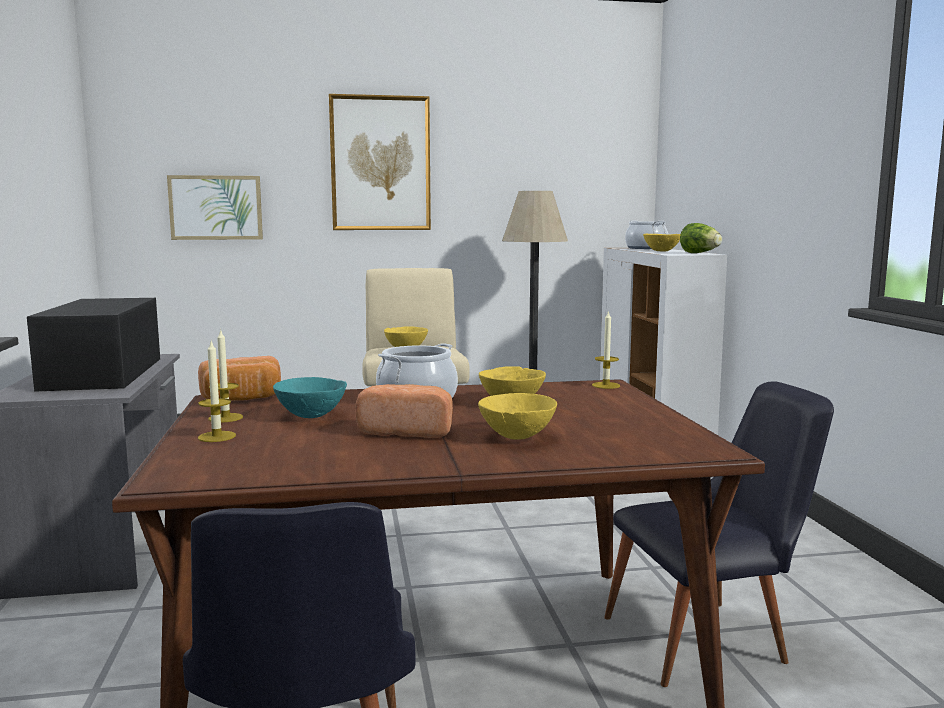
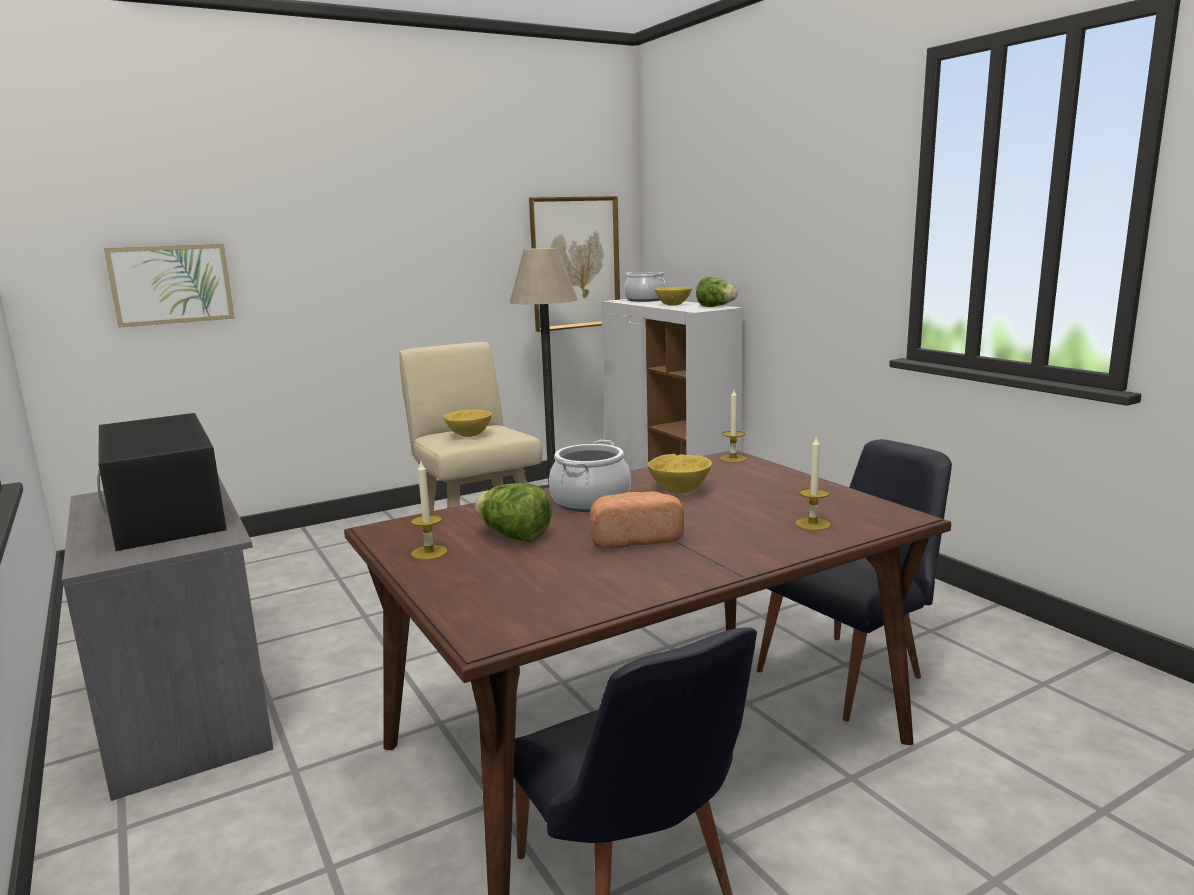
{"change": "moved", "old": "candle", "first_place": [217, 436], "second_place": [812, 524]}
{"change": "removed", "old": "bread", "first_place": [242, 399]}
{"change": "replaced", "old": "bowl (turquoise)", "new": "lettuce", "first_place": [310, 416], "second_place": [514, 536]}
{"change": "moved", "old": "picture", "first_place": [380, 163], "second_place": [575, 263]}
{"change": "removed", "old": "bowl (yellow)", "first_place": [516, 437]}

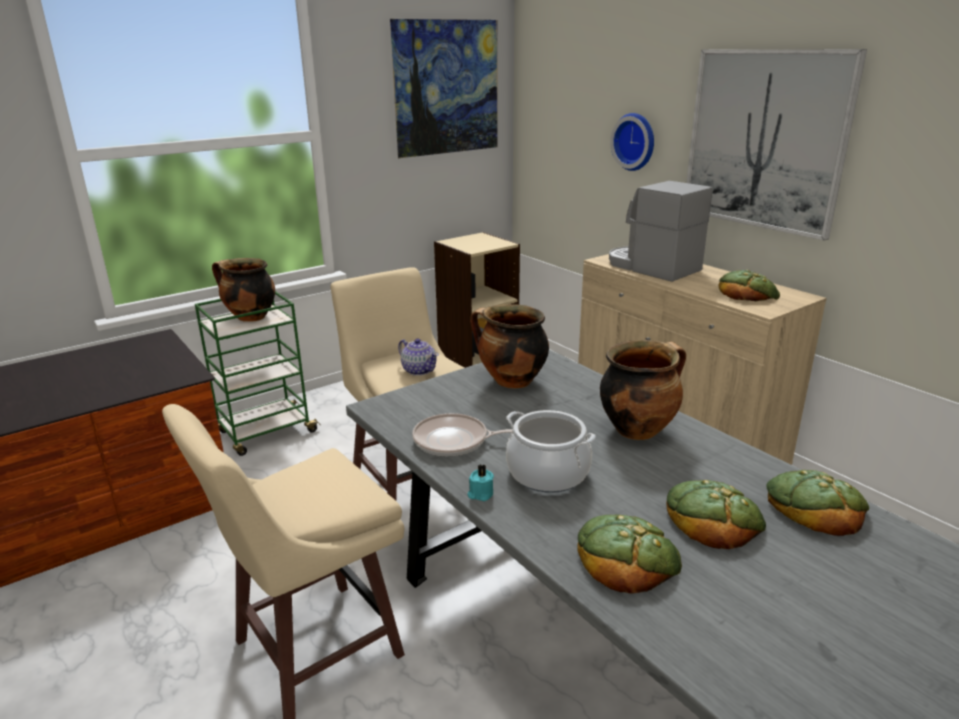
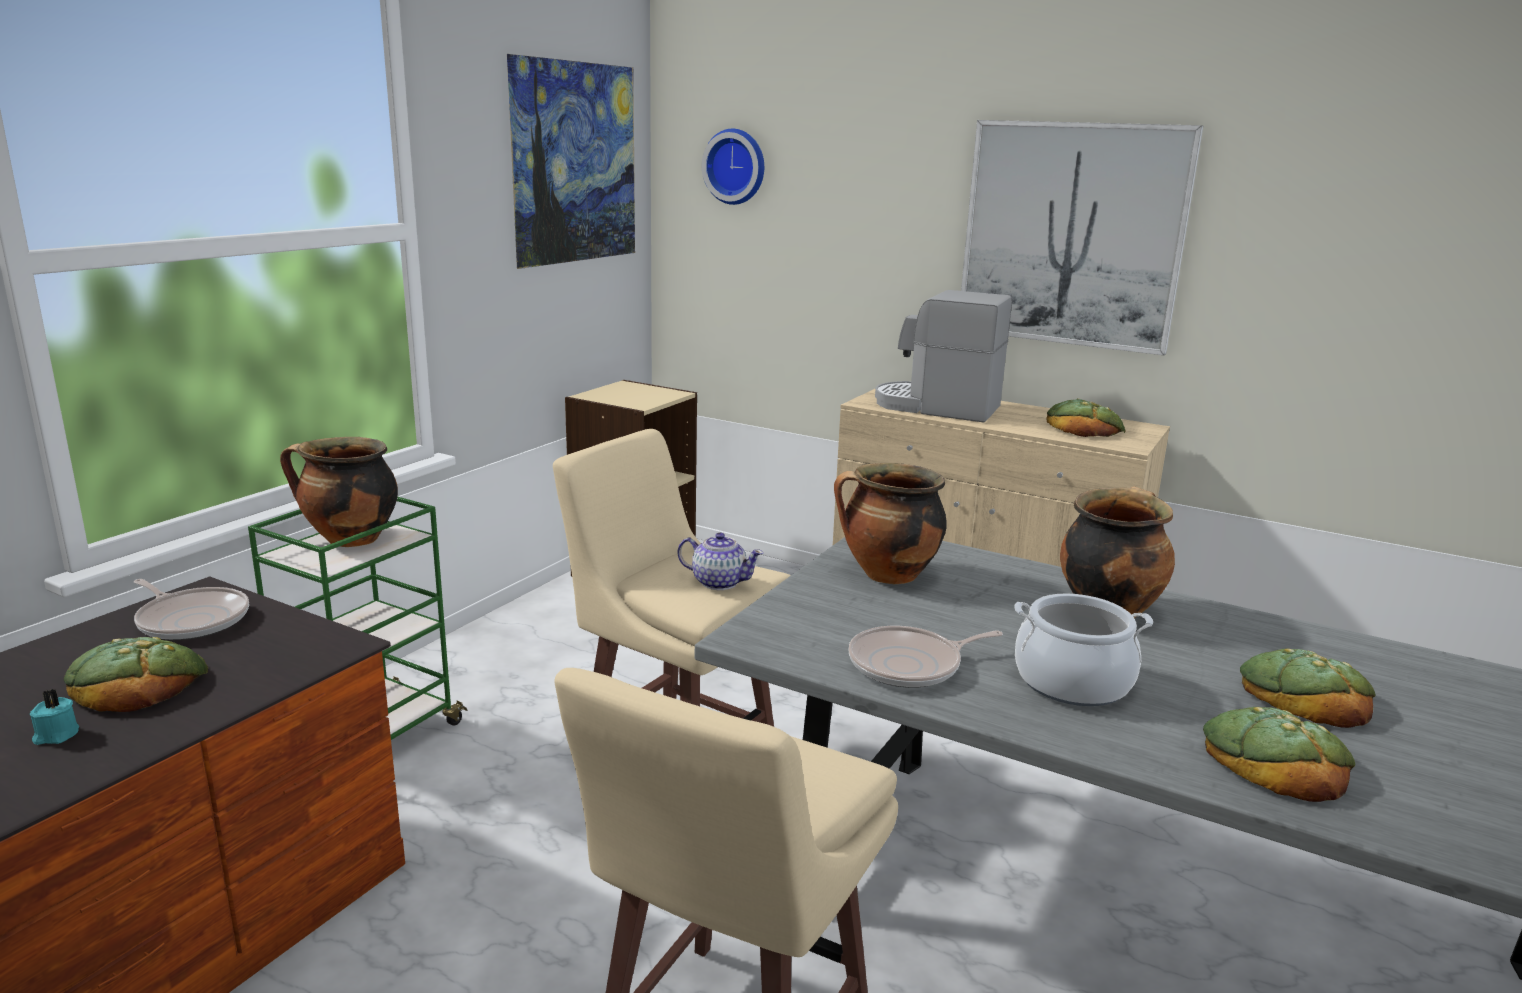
{"change": "moved", "old": "candle (turquoise)", "first_place": [480, 494], "second_place": [56, 735]}
{"change": "moved", "old": "wall clock", "first_place": [635, 141], "second_place": [736, 166]}
{"change": "moved", "old": "bread", "first_place": [815, 506], "second_place": [137, 683]}
{"change": "added", "new": "frying pan", "second_place": [191, 620]}

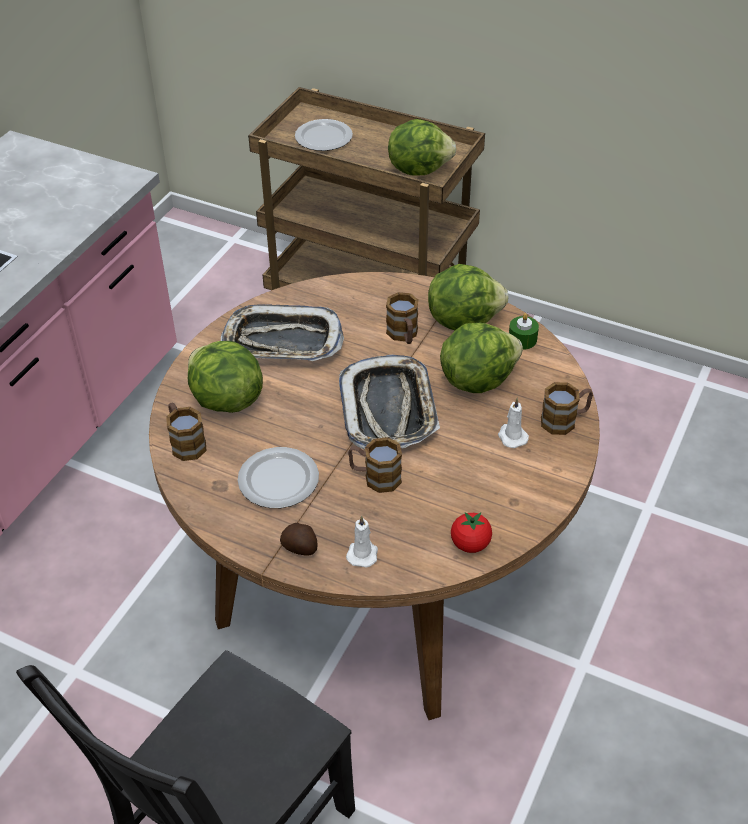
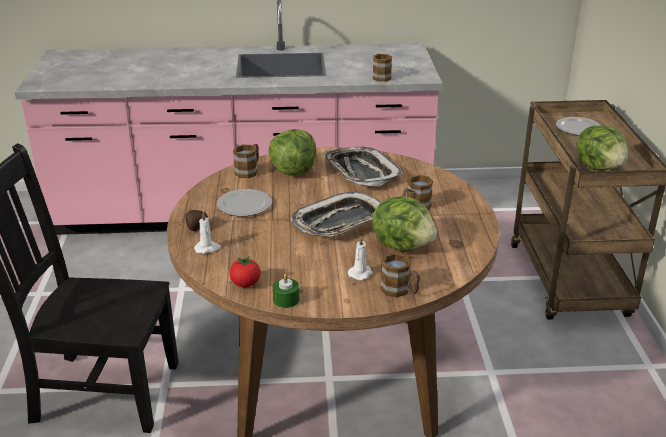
{"change": "moved", "old": "mug", "first_place": [375, 477], "second_place": [380, 76]}
{"change": "removed", "old": "lettuce", "first_place": [463, 319]}
{"change": "moved", "old": "candle (green)", "first_place": [522, 339], "second_place": [286, 300]}

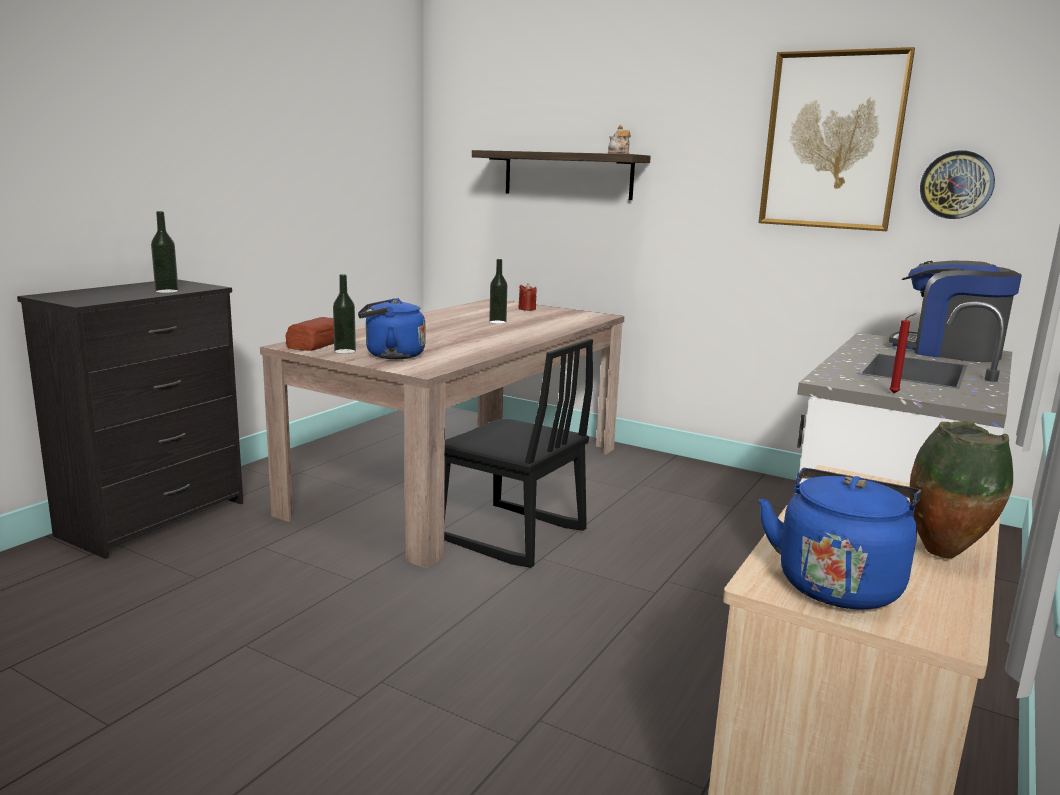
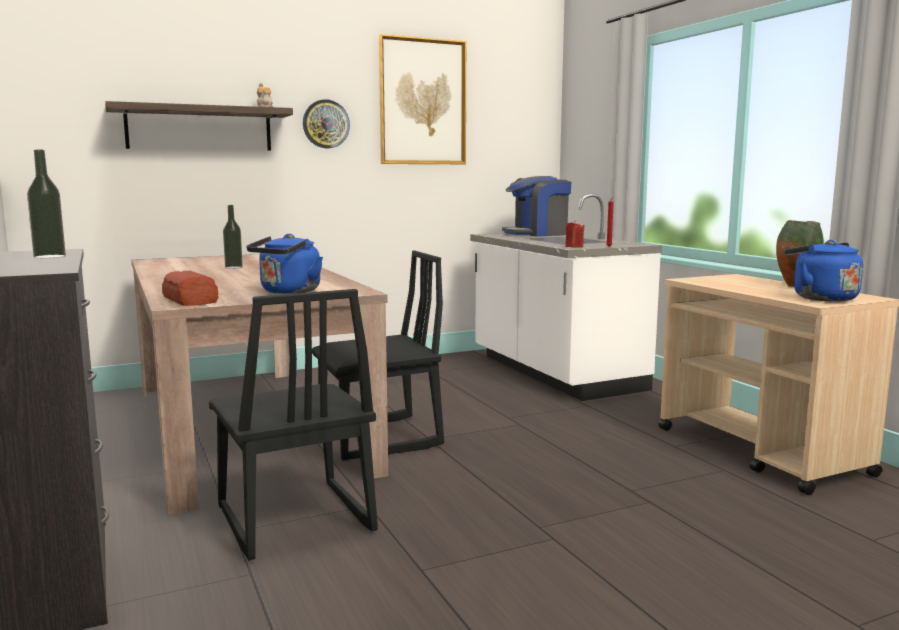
{"change": "removed", "old": "bottle", "first_place": [345, 351]}
{"change": "moved", "old": "candle (red)", "first_place": [527, 309], "second_place": [574, 247]}
{"change": "moved", "old": "wall clock", "first_place": [956, 185], "second_place": [326, 124]}
{"change": "added", "new": "chair (black)", "second_place": [293, 520]}

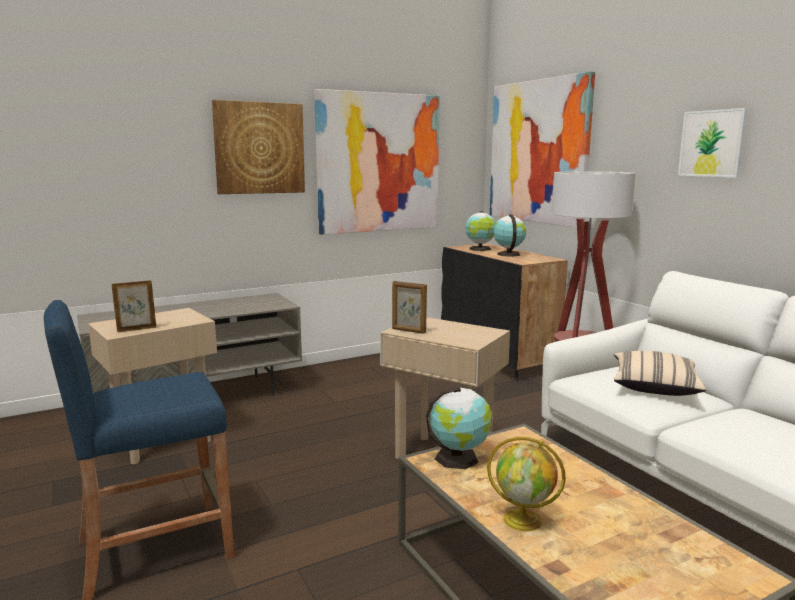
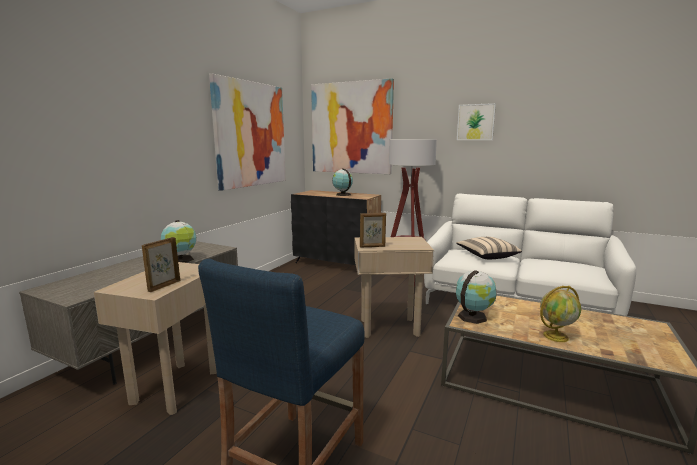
{"change": "removed", "old": "picture", "first_place": [259, 148]}
{"change": "moved", "old": "globe", "first_place": [480, 249], "second_place": [181, 260]}

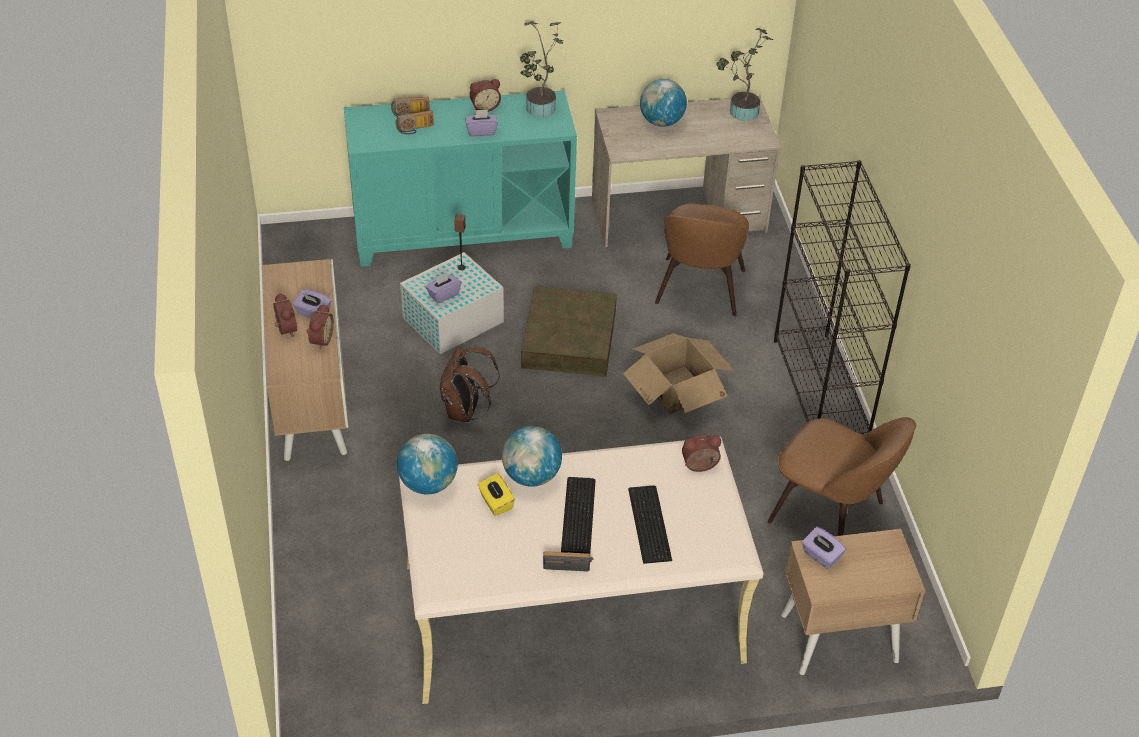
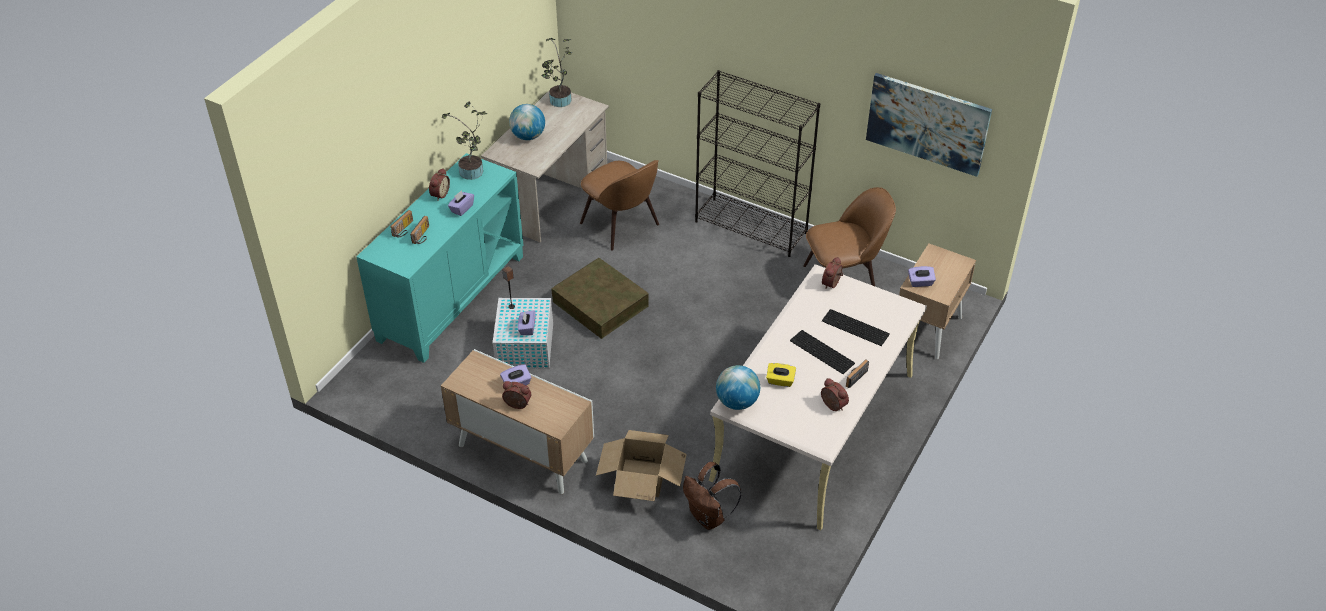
{"change": "moved", "old": "alarm clock", "first_place": [320, 340], "second_place": [832, 406]}
{"change": "moved", "old": "backpack (brown)", "first_place": [465, 411], "second_place": [709, 517]}
{"change": "removed", "old": "globe", "first_place": [531, 476]}
{"change": "moved", "old": "cardboard box", "first_place": [677, 390], "second_place": [642, 478]}
{"change": "added", "new": "picture", "second_place": [927, 123]}

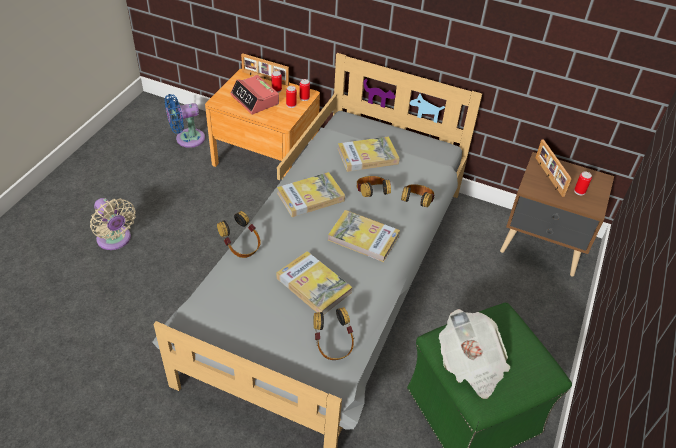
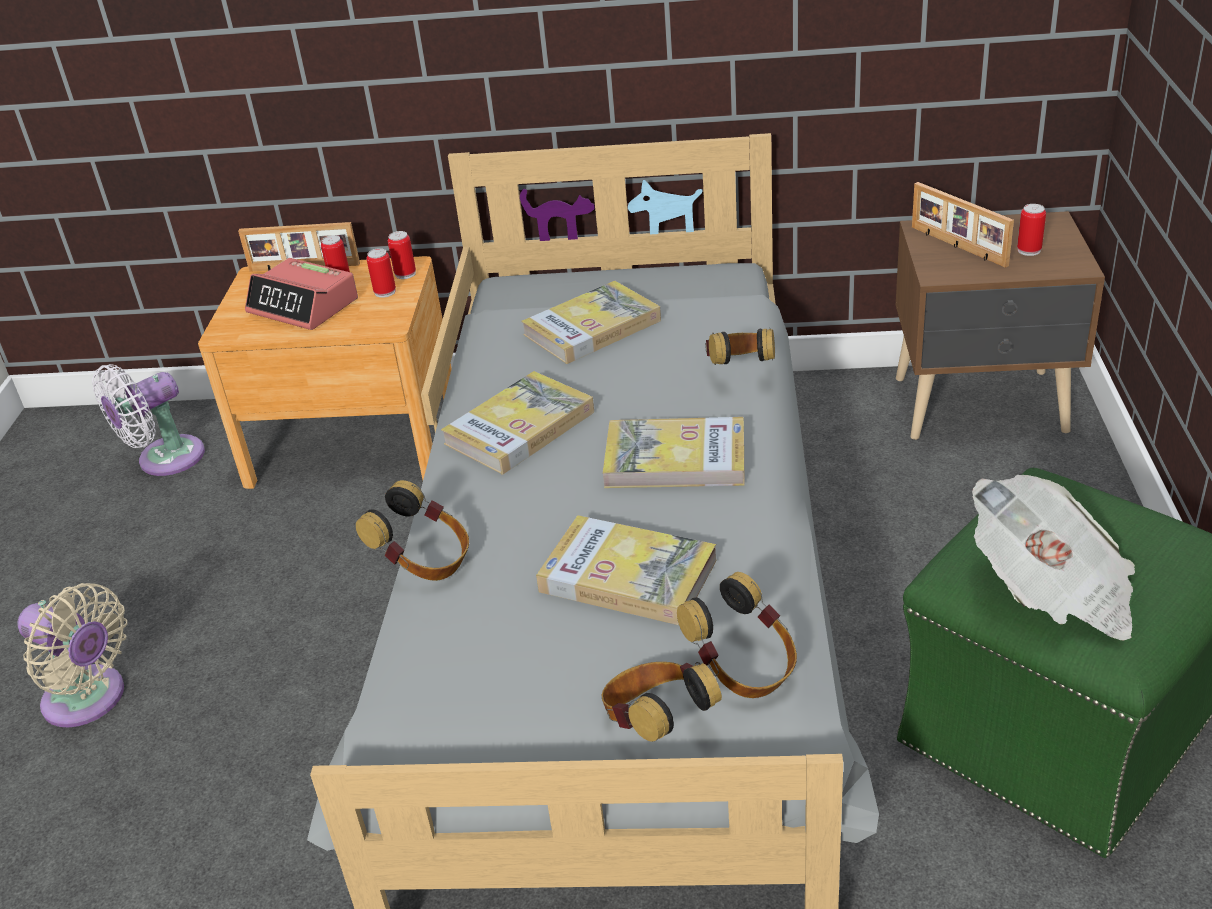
{"change": "recoloured", "old": "fan (blue)", "new": "fan (white)", "first_place": [187, 139], "second_place": [165, 460]}
{"change": "moved", "old": "headphones", "first_place": [371, 195], "second_place": [657, 724]}

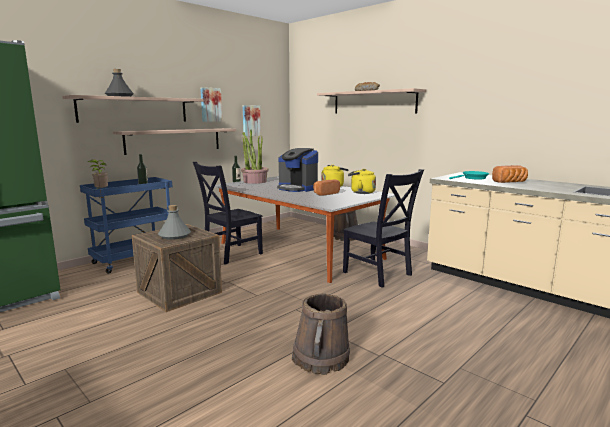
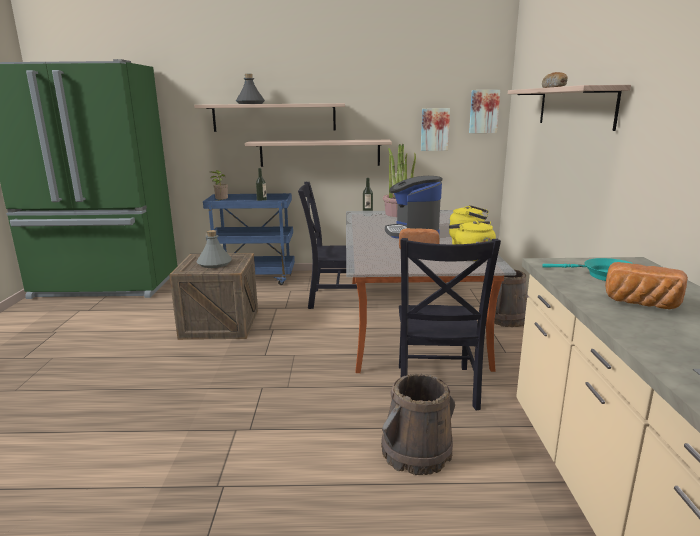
{"change": "moved", "old": "picture", "first_place": [210, 104], "second_place": [483, 111]}
{"change": "moved", "old": "bucket (brown)", "first_place": [321, 358], "second_place": [416, 452]}

